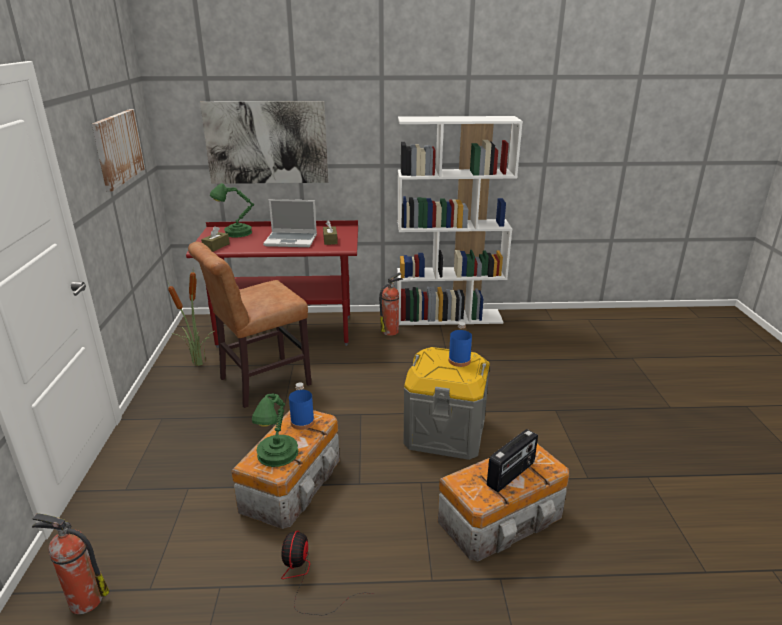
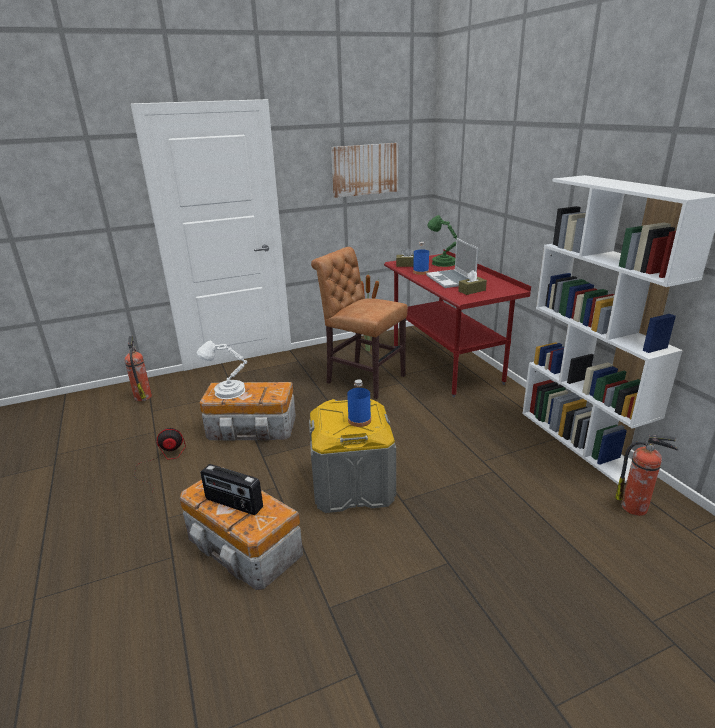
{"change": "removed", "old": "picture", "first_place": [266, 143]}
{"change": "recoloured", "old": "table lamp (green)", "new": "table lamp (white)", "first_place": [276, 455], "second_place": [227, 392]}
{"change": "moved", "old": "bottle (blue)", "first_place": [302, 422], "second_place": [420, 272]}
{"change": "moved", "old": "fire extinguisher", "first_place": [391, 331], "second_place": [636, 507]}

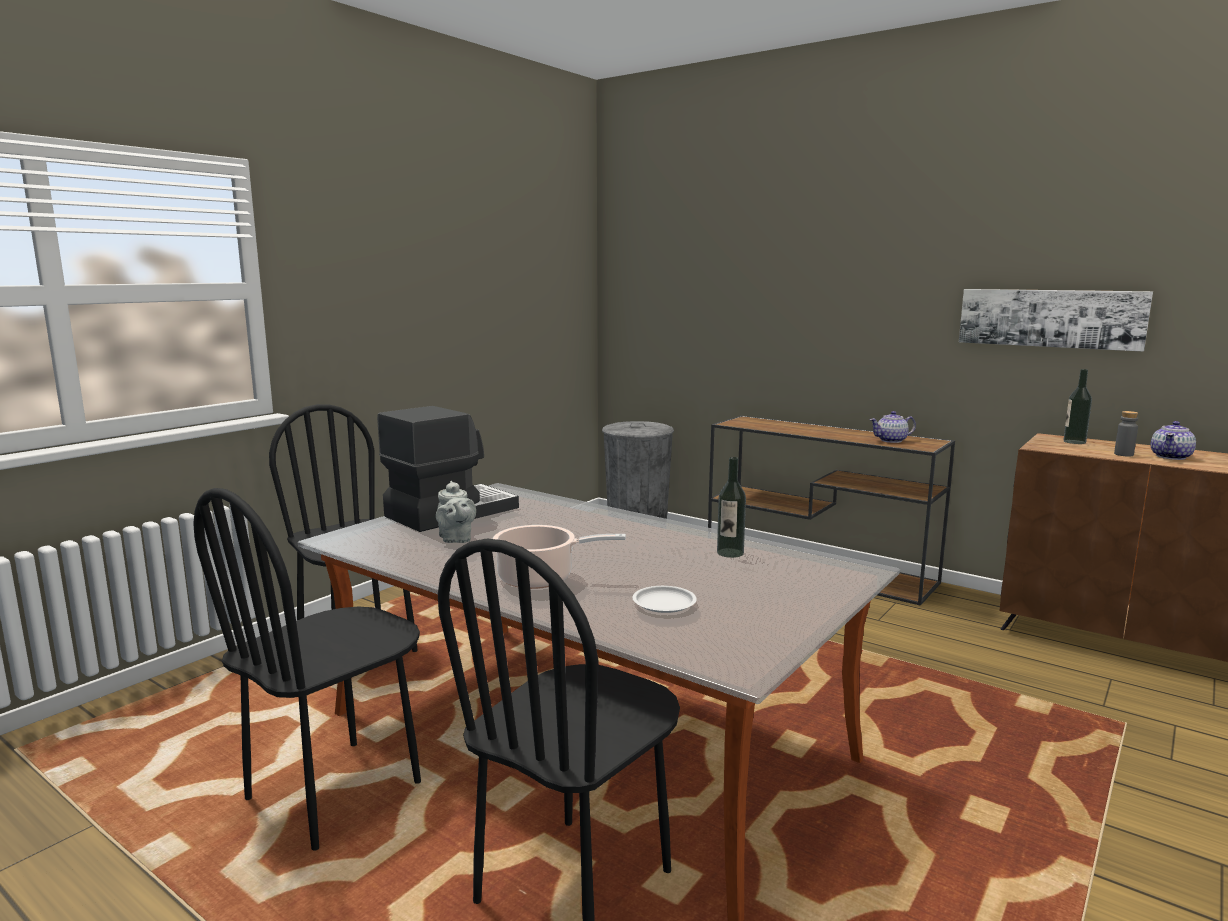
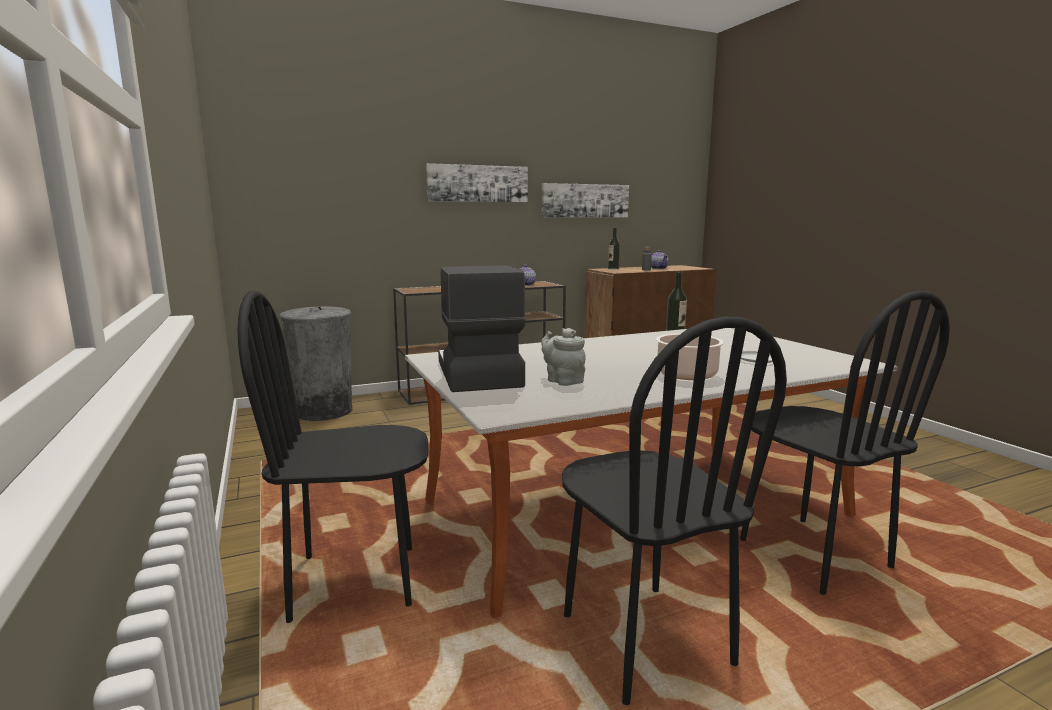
{"change": "turned", "old": "teapot (grey)", "first_place": [456, 539], "second_place": [563, 380], "degrees": -135}
{"change": "added", "new": "picture", "second_place": [477, 183]}

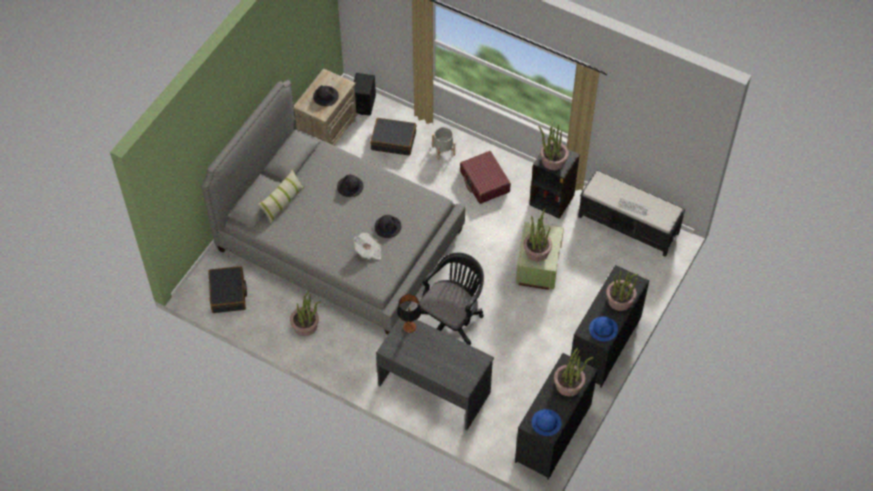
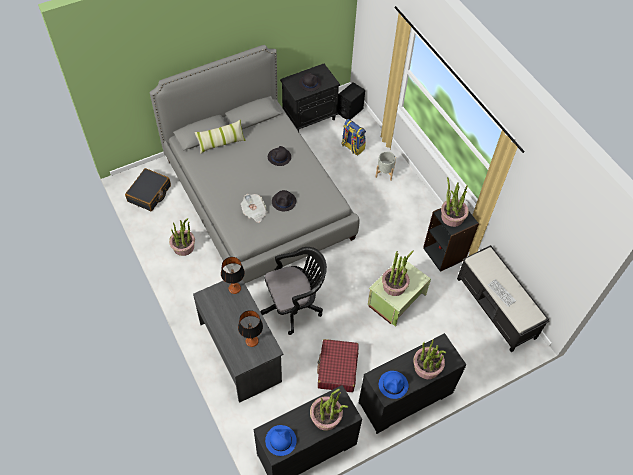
{"change": "recoloured", "old": "nightstand (beige)", "new": "nightstand (black)", "first_place": [328, 131], "second_place": [309, 117]}
{"change": "replaced", "old": "suitcase (black)", "new": "backpack", "first_place": [393, 140], "second_place": [352, 147]}
{"change": "moved", "old": "suitcase (red)", "first_place": [484, 182], "second_place": [337, 369]}
{"change": "added", "new": "table lamp", "second_place": [252, 341]}

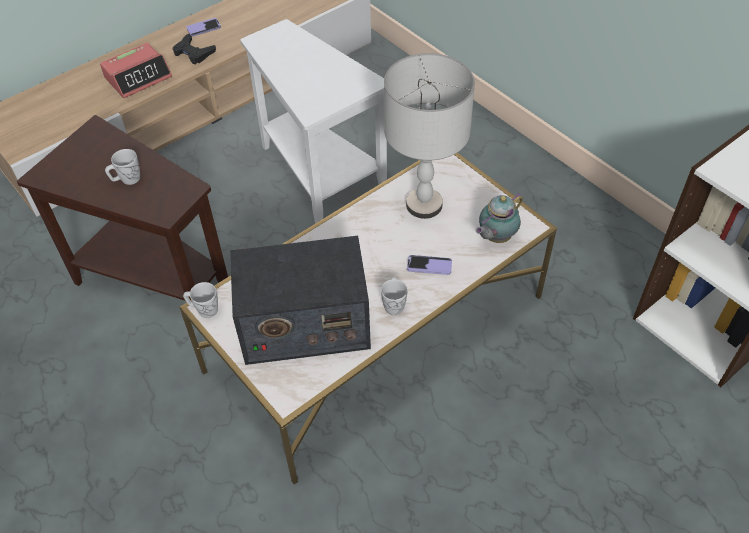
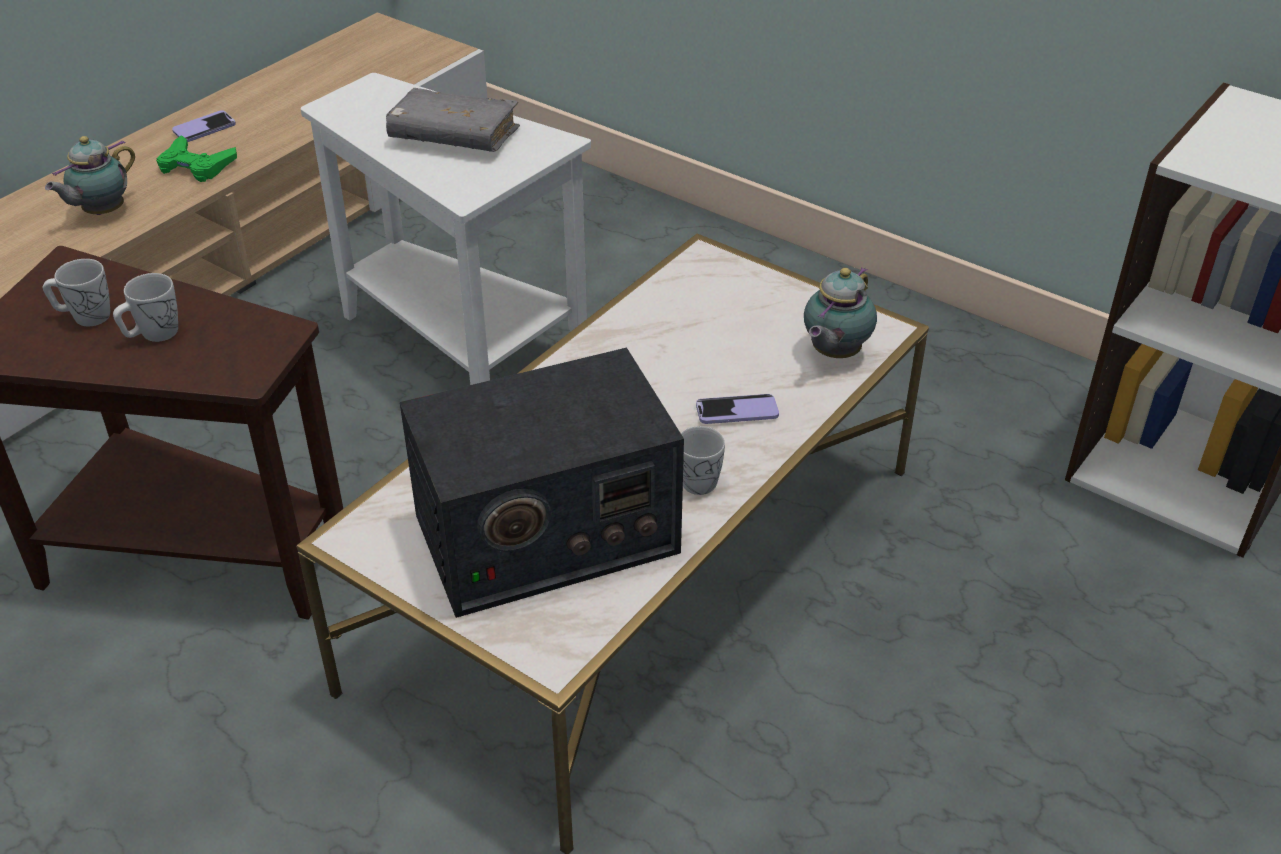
{"change": "replaced", "old": "alarm clock", "new": "teapot", "first_place": [138, 77], "second_place": [101, 212]}
{"change": "recoloured", "old": "game controller (black)", "new": "game controller (green)", "first_place": [193, 53], "second_place": [196, 166]}
{"change": "moved", "old": "mug (white)", "first_place": [204, 310], "second_place": [84, 317]}
{"change": "removed", "old": "table lamp (grey)", "first_place": [424, 205]}
{"change": "added", "new": "book (grey)", "second_place": [454, 137]}

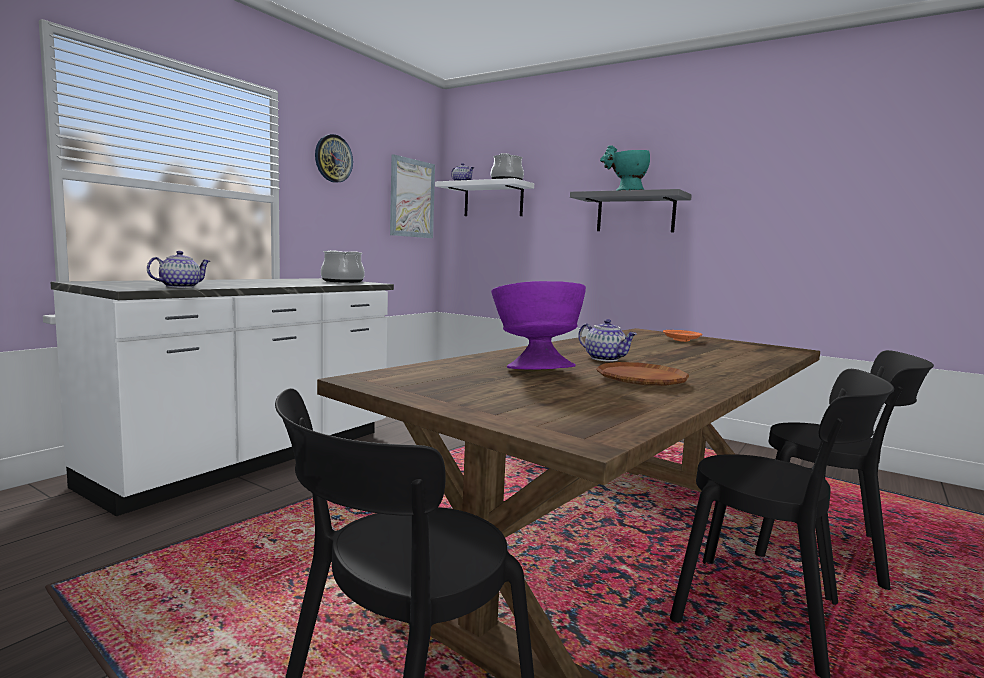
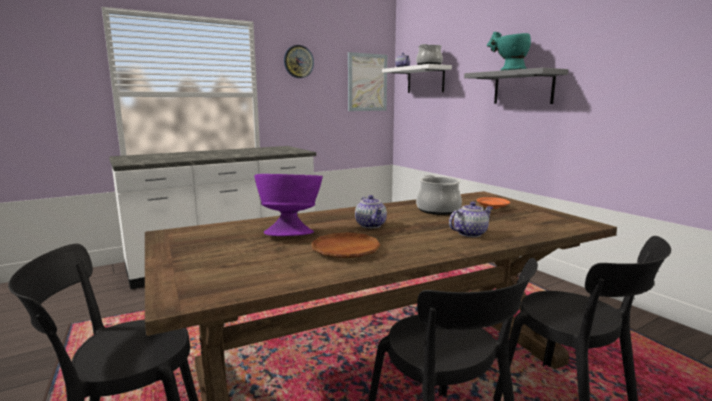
{"change": "moved", "old": "teapot", "first_place": [180, 287], "second_place": [470, 233]}
{"change": "moved", "old": "cooking pot", "first_place": [342, 281], "second_place": [438, 210]}

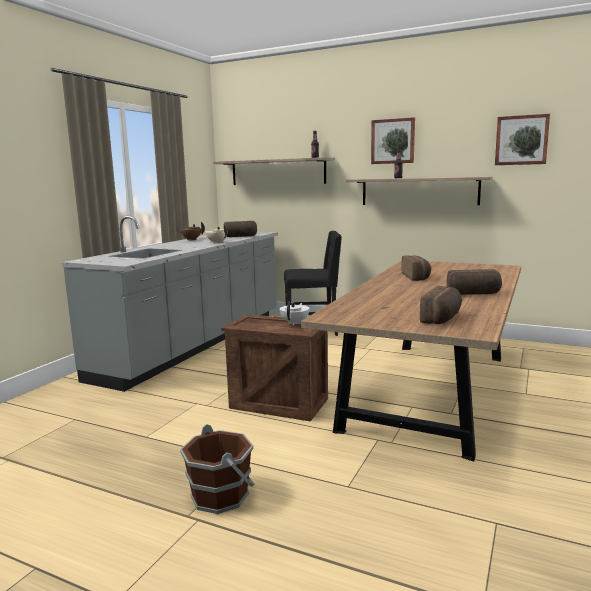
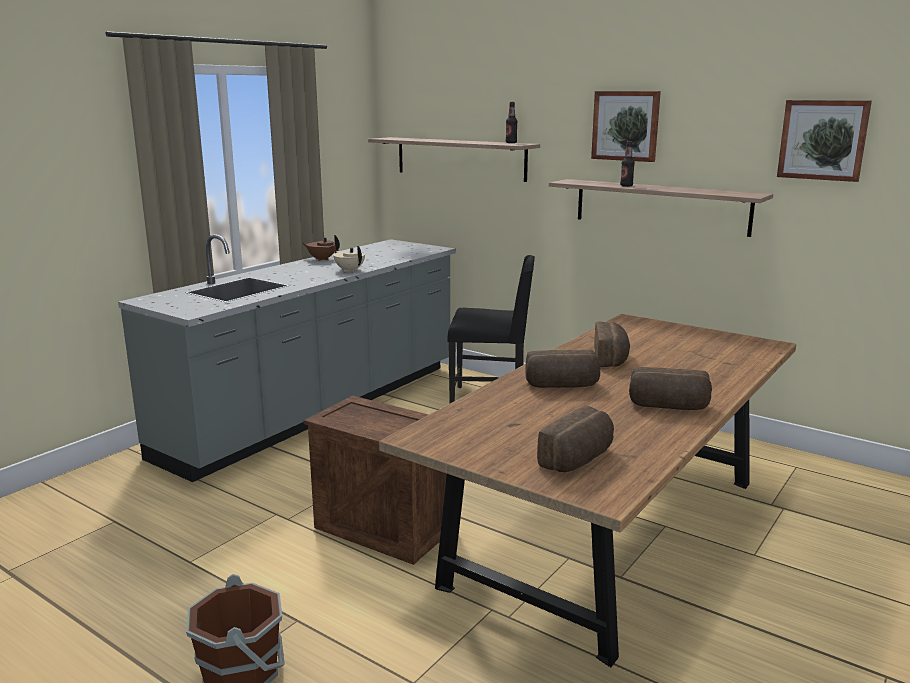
{"change": "moved", "old": "bread", "first_place": [240, 236], "second_place": [562, 386]}
{"change": "removed", "old": "teapot (white)", "first_place": [295, 323]}

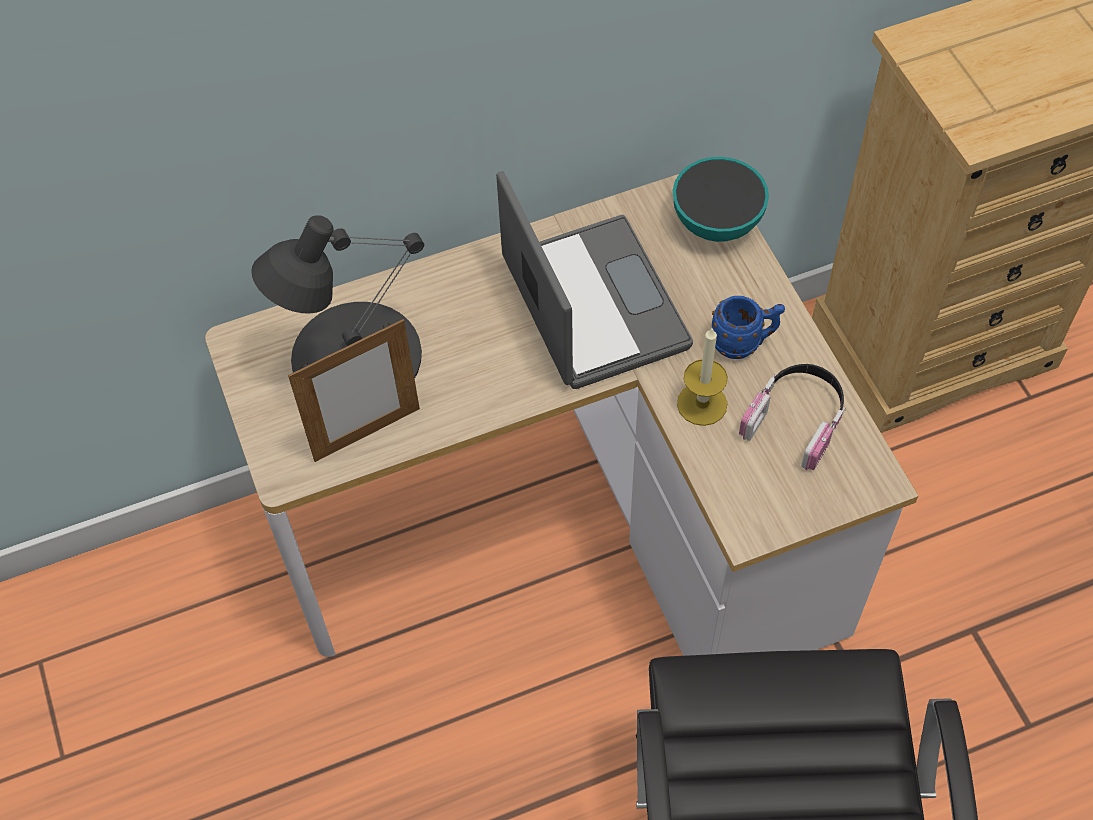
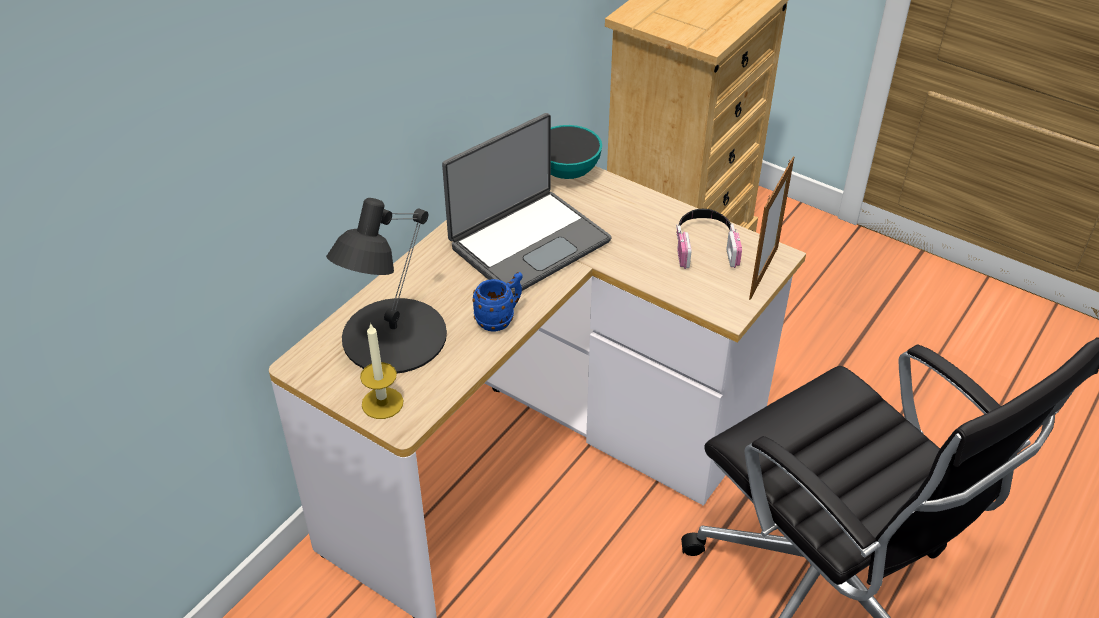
{"change": "moved", "old": "picture frame", "first_place": [367, 434], "second_place": [763, 273]}
{"change": "turned", "old": "laptop", "first_place": [591, 305], "second_place": [528, 243], "degrees": 105}
{"change": "moved", "old": "candle", "first_place": [702, 404], "second_place": [382, 403]}
{"change": "moved", "old": "mug (blue)", "first_place": [743, 343], "second_place": [500, 318]}

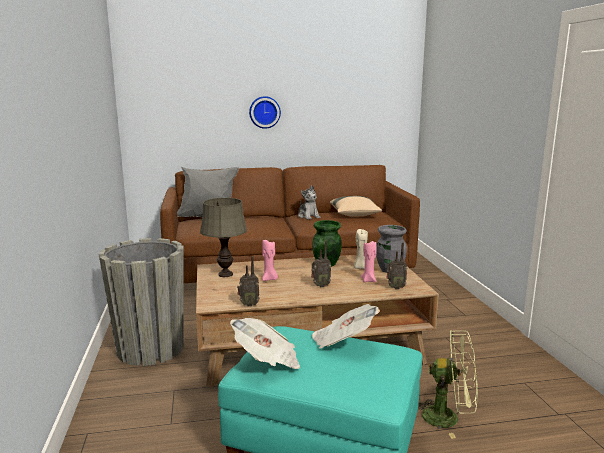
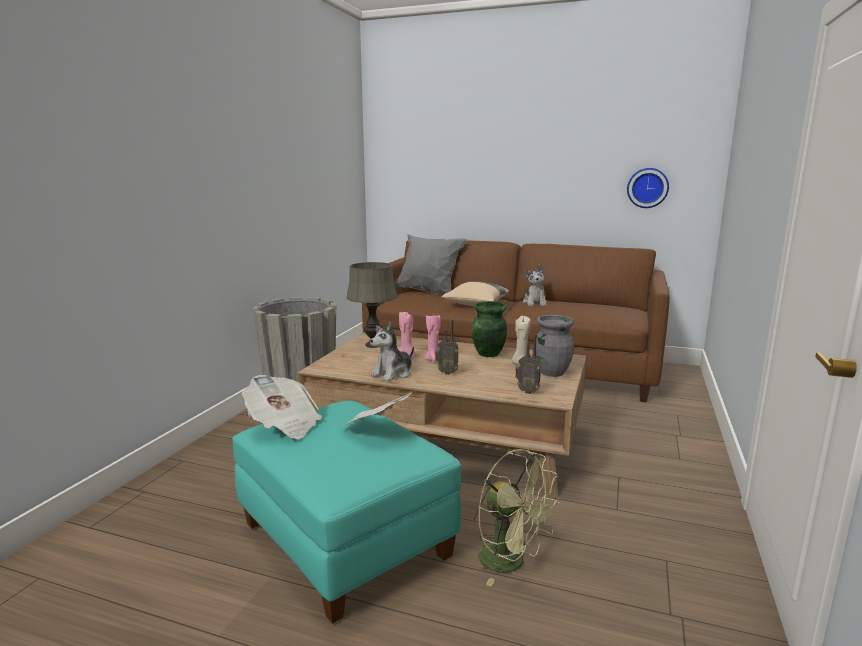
{"change": "removed", "old": "radio", "first_place": [249, 304]}
{"change": "moved", "old": "wall clock", "first_place": [264, 112], "second_place": [647, 188]}
{"change": "moved", "old": "pillow (beige)", "first_place": [354, 215], "second_place": [475, 305]}
{"change": "moved", "old": "candle (pink)", "first_place": [369, 280], "second_place": [433, 359]}
{"change": "added", "new": "plush toy", "second_place": [393, 374]}

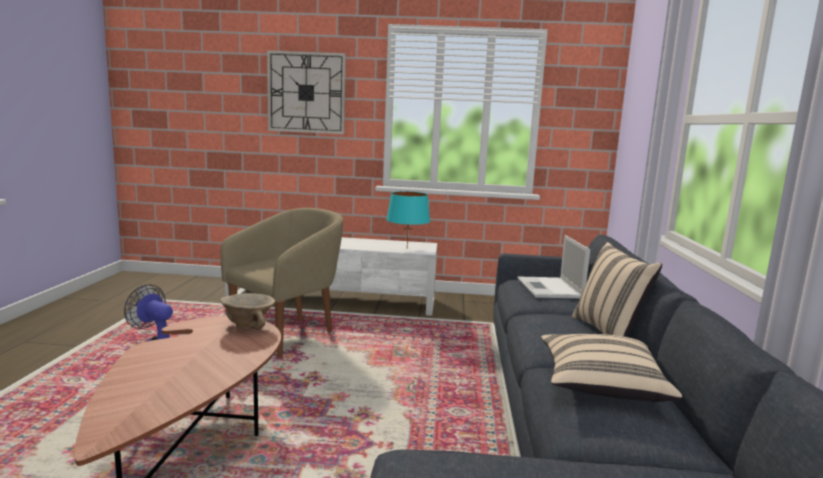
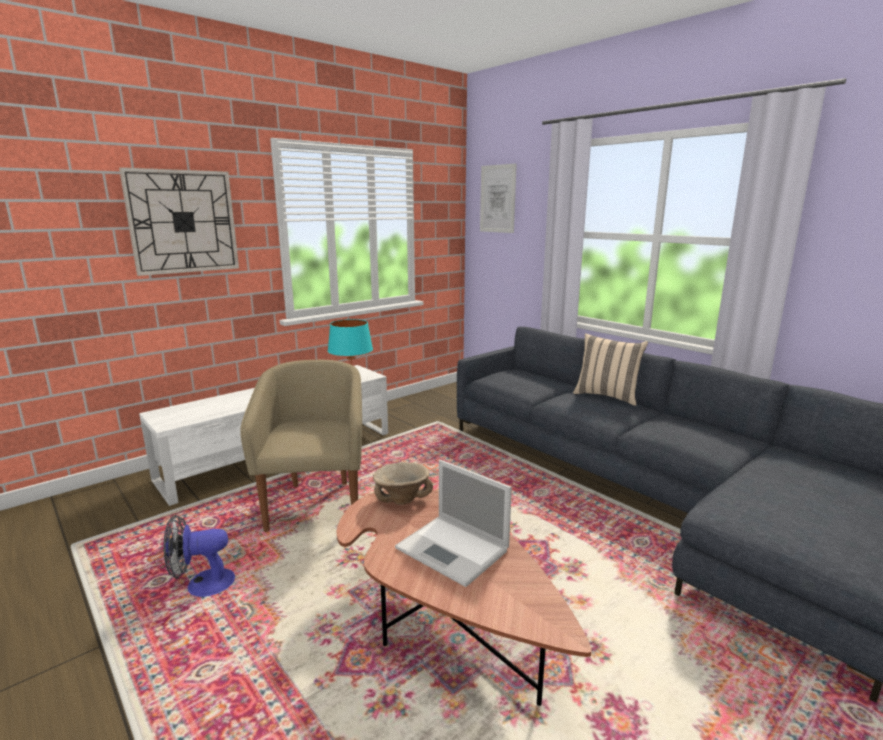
{"change": "moved", "old": "laptop", "first_place": [550, 289], "second_place": [454, 550]}
{"change": "removed", "old": "pillow (beige)", "first_place": [600, 385]}
{"change": "added", "new": "picture", "second_place": [497, 199]}

